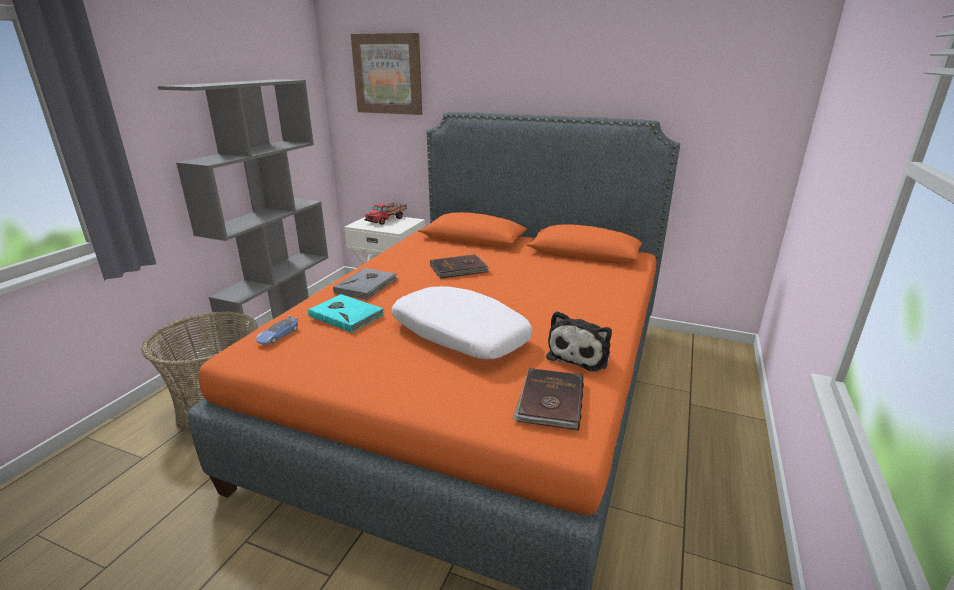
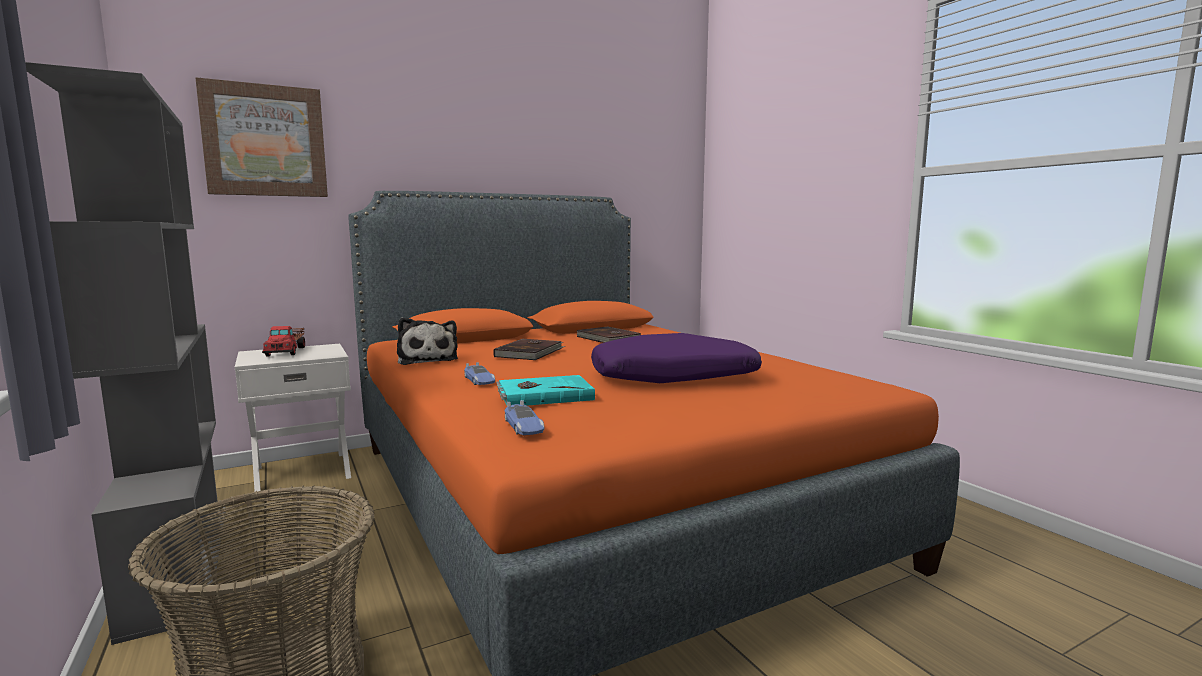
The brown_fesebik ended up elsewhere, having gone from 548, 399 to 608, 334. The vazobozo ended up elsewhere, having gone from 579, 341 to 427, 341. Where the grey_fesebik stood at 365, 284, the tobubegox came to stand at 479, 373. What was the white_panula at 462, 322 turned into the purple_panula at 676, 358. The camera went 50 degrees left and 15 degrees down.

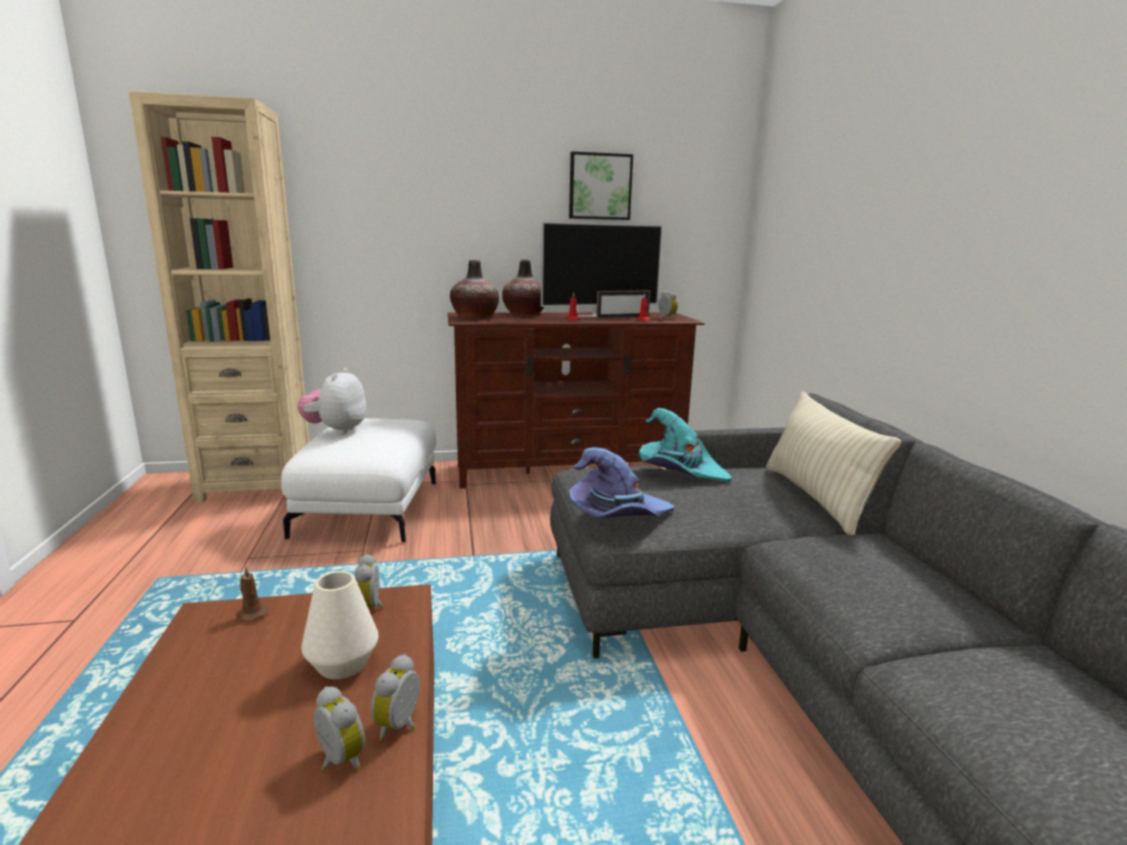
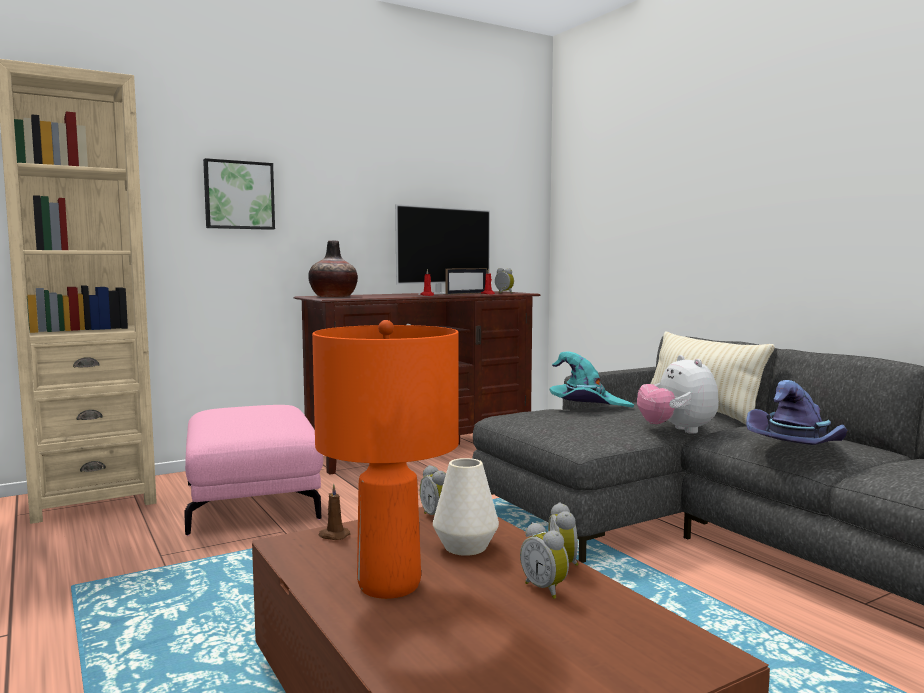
The second view lost the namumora at 523, 288. The second view gained the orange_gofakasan at 385, 459. The vazobozo ended up elsewhere, having gone from 331, 401 to 678, 394. The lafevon ended up elsewhere, having gone from 601, 185 to 239, 194. The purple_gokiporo ended up elsewhere, having gone from 621, 482 to 797, 412. What was the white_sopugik at 359, 480 turned into the pink_sopugik at 253, 470. The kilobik at 339, 728 ended up facing another way, 150 degrees counterclockwise from before. The camera went 20 degrees left and 10 degrees down.

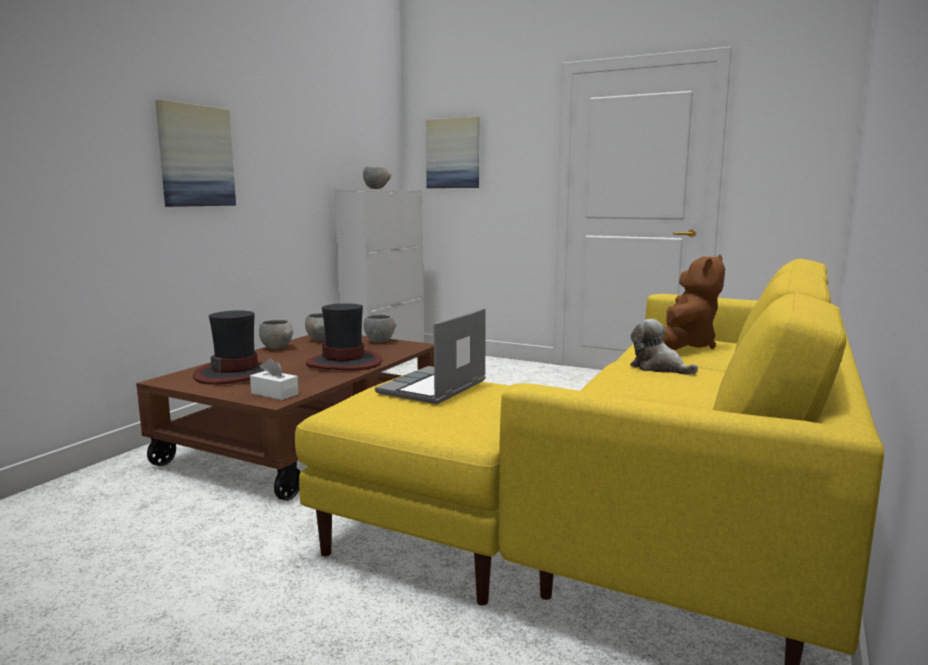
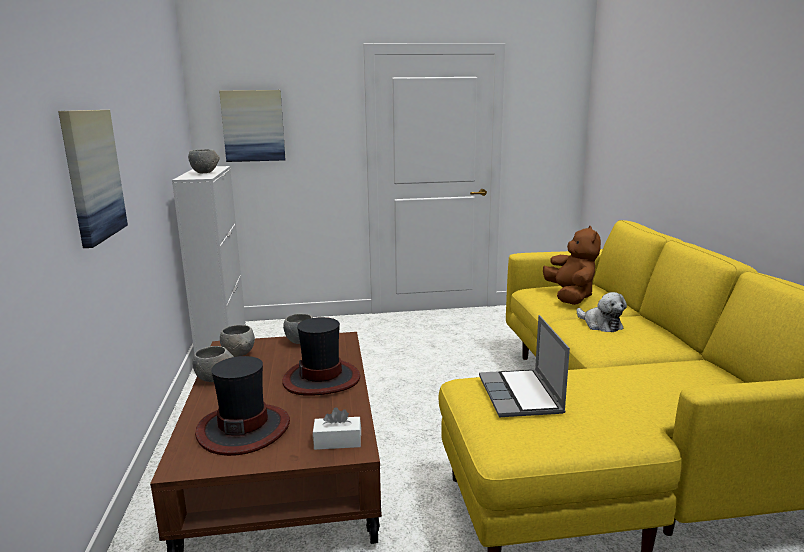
The vazobozo at 664, 347 ended up facing another way, 135 degrees counterclockwise from before. The camera went 35 degrees left and 5 degrees up.

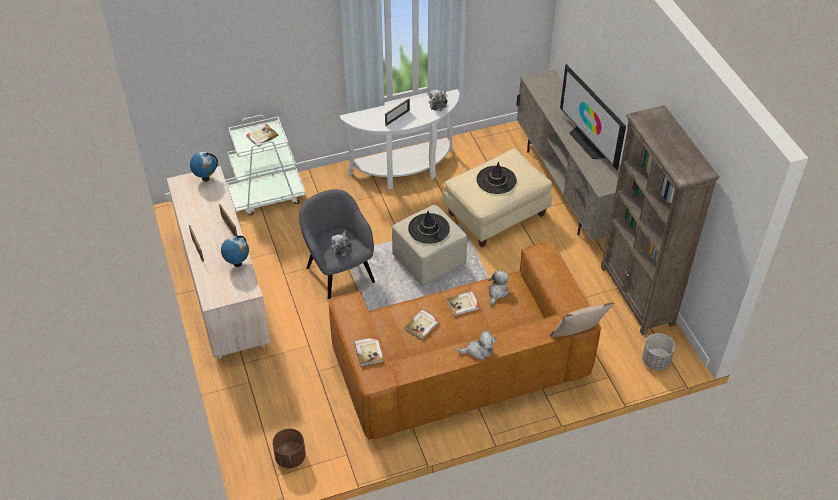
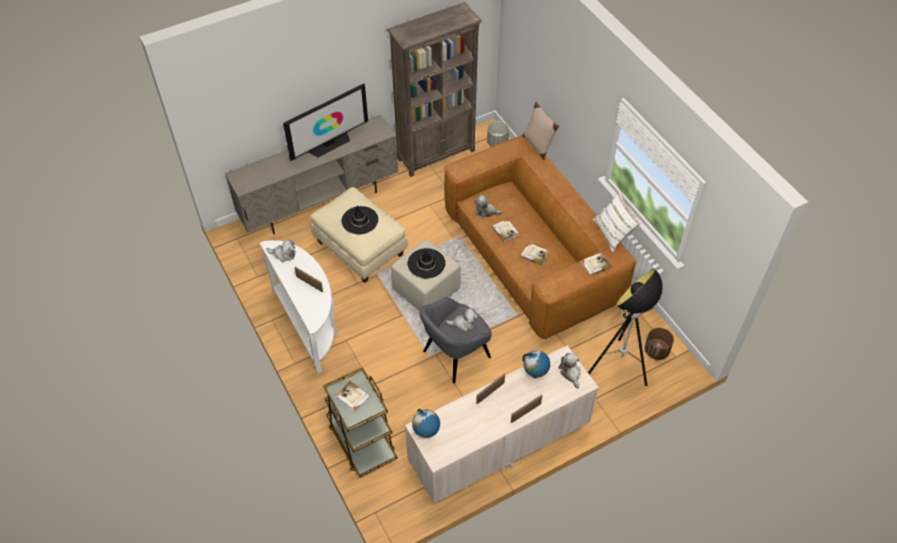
The second view gained the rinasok at 625, 327. The second view gained the white_panula at 617, 221. The vazobozo ended up elsewhere, having gone from 476, 345 to 570, 370. What was the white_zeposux at 266, 165 turned into the brown_zeposux at 360, 422. The camera went 100 degrees left and 5 degrees up.

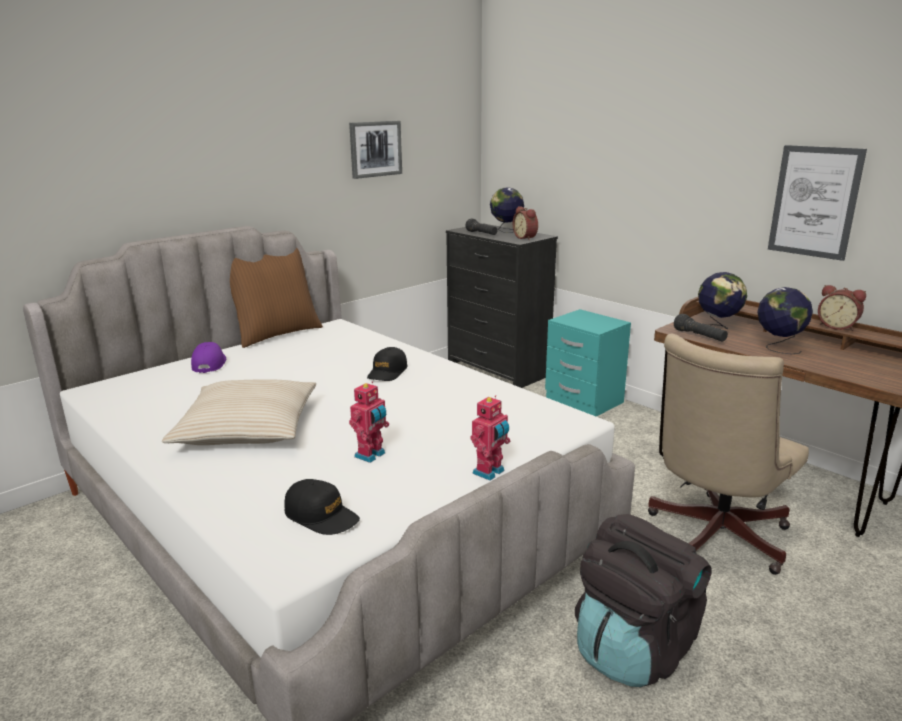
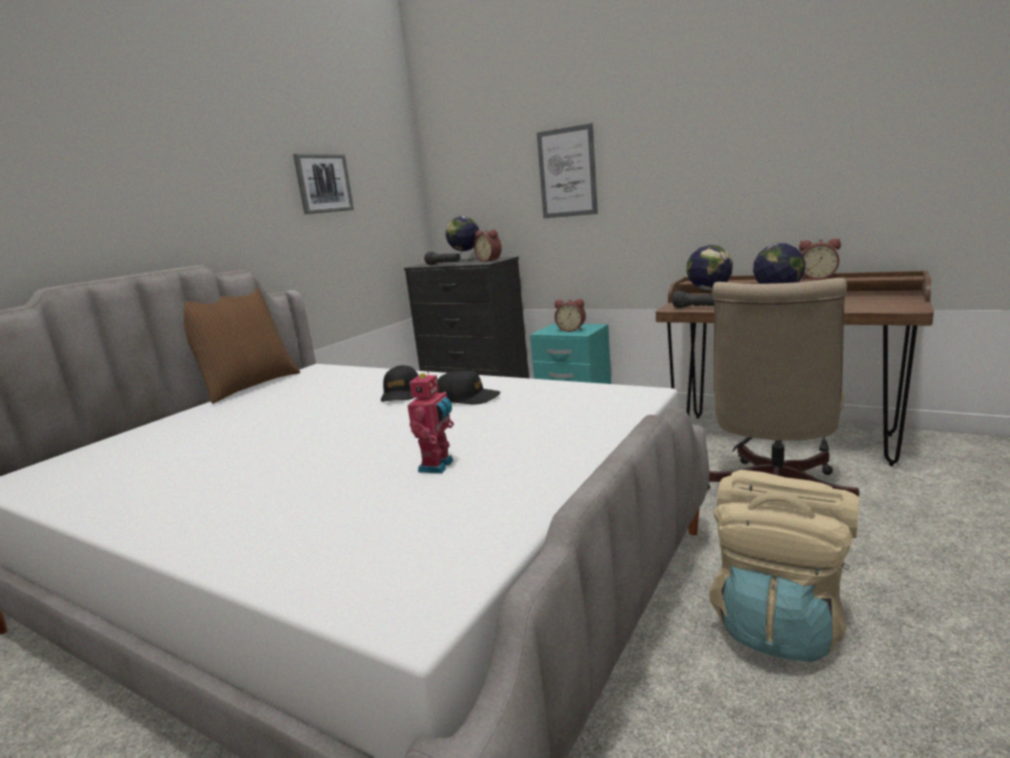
The second view lost the beige_panula at 239, 412. The second view lost the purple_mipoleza at 208, 357. The second view lost the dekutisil at 490, 438. The second view gained the kilobik at 570, 315. The black_mipoleza ended up elsewhere, having gone from 322, 507 to 469, 387. The lafevon ended up elsewhere, having gone from 817, 203 to 567, 170. What was the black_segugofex at 643, 600 turned into the beige_segugofex at 784, 566. The camera went 15 degrees left and 5 degrees down.

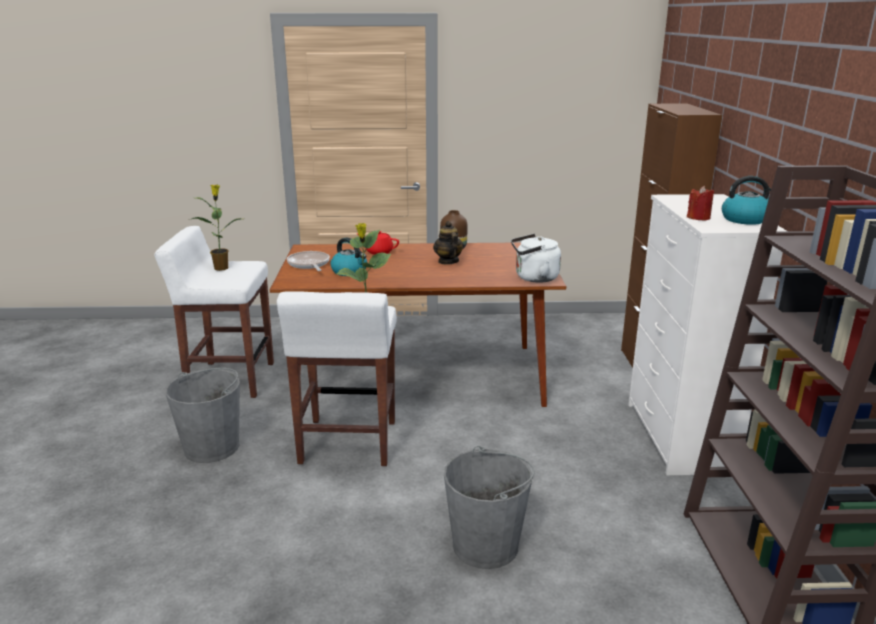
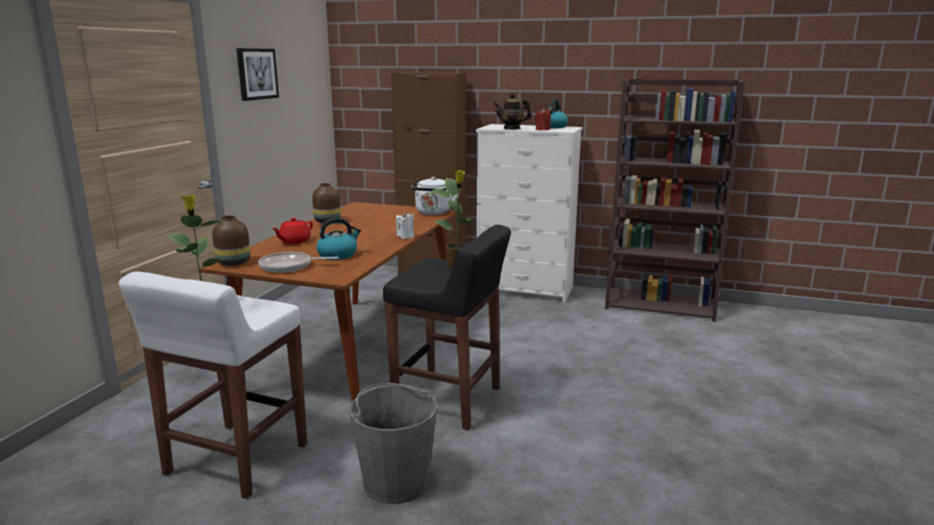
The second view lost the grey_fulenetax at 489, 507. The second view gained the brown_namumora at 231, 240. The second view gained the lafevon at 257, 74. The second view gained the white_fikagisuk at 405, 225. The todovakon ended up elsewhere, having gone from 448, 243 to 513, 111. What was the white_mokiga at 337, 378 turned into the black_mokiga at 447, 327. The camera went 70 degrees left and 5 degrees down.

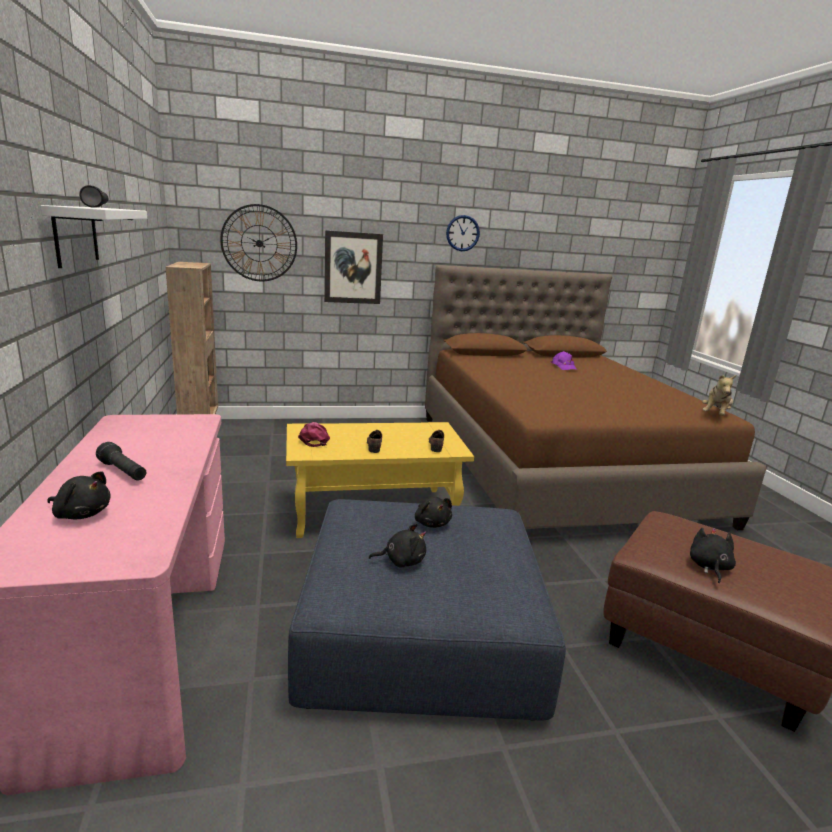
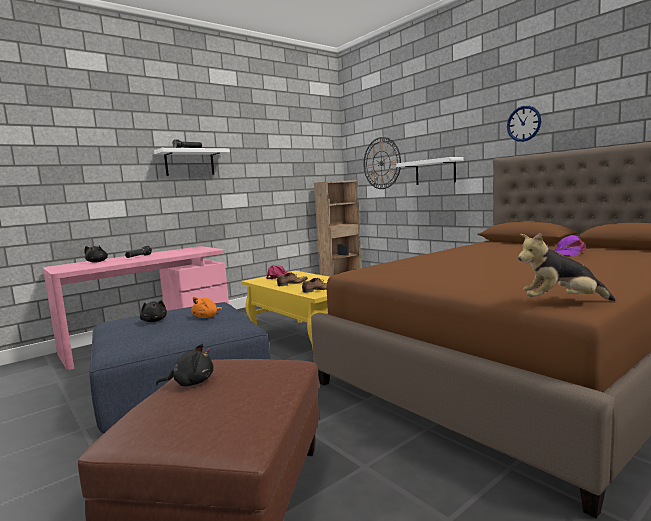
Where the lafevon hung at 353, 267, the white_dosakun came to hang at 430, 171. What was the black_vazobozo at 433, 512 turned into the orange_vazobozo at 207, 307. The camera went 65 degrees right and 10 degrees down.

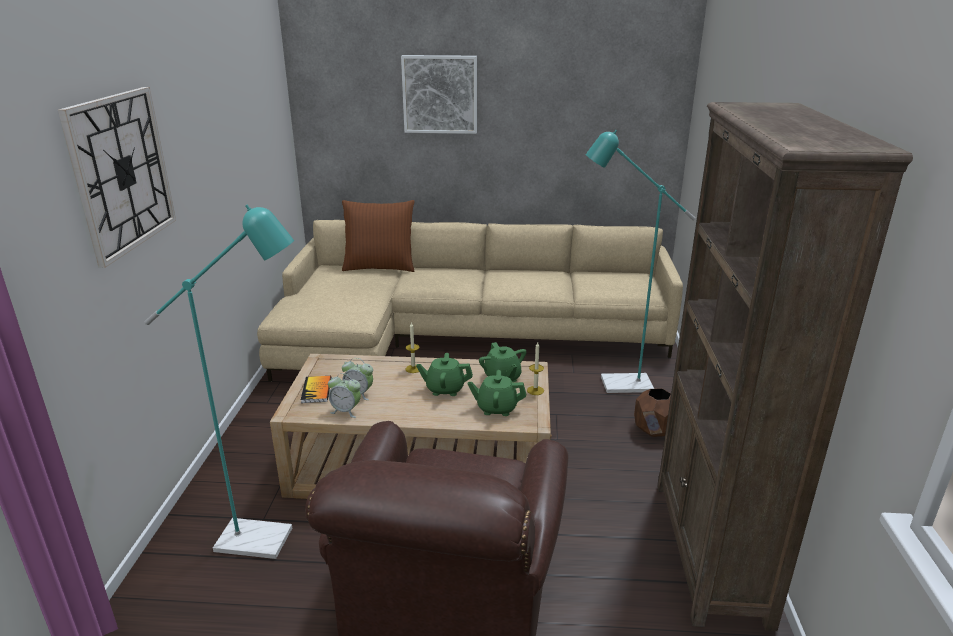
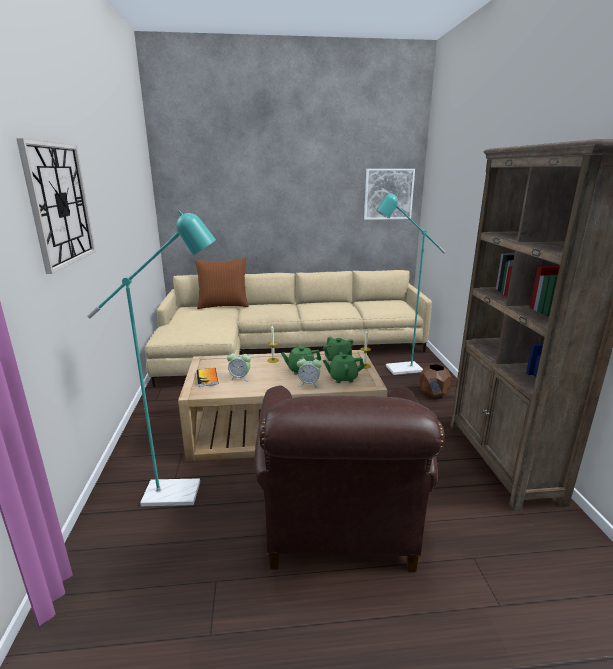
The kilobik ended up elsewhere, having gone from 344, 395 to 309, 371. The lafevon ended up elsewhere, having gone from 439, 94 to 389, 194. The camera went 10 degrees left and 5 degrees down.

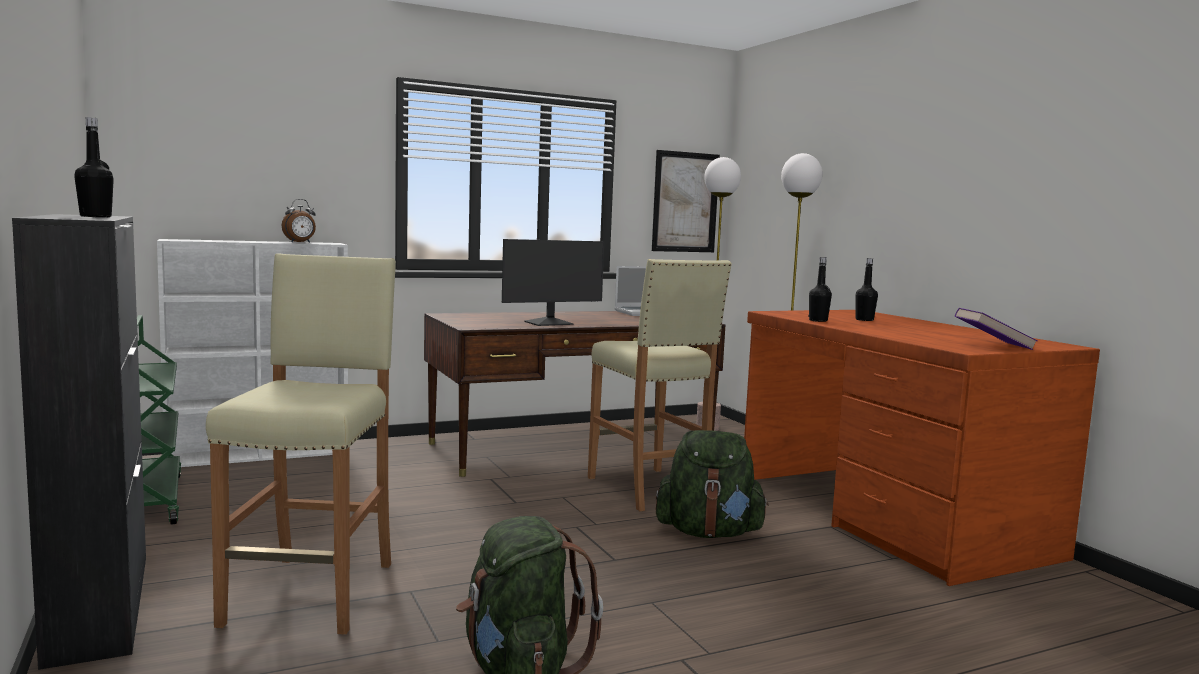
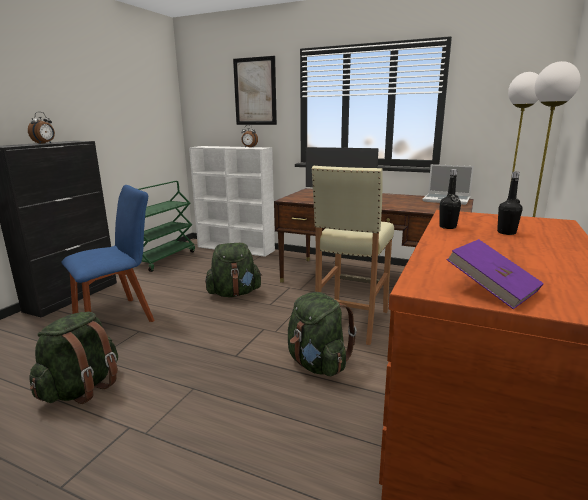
The second view gained the green_segugofex at 233, 270. The lafevon ended up elsewhere, having gone from 686, 201 to 255, 90. Where the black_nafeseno stood at 94, 167, the kilobik came to stand at 41, 128. Where the beige_mokiga stood at 301, 444, the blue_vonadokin came to stand at 107, 253. The camera went 50 degrees right and 10 degrees up.

